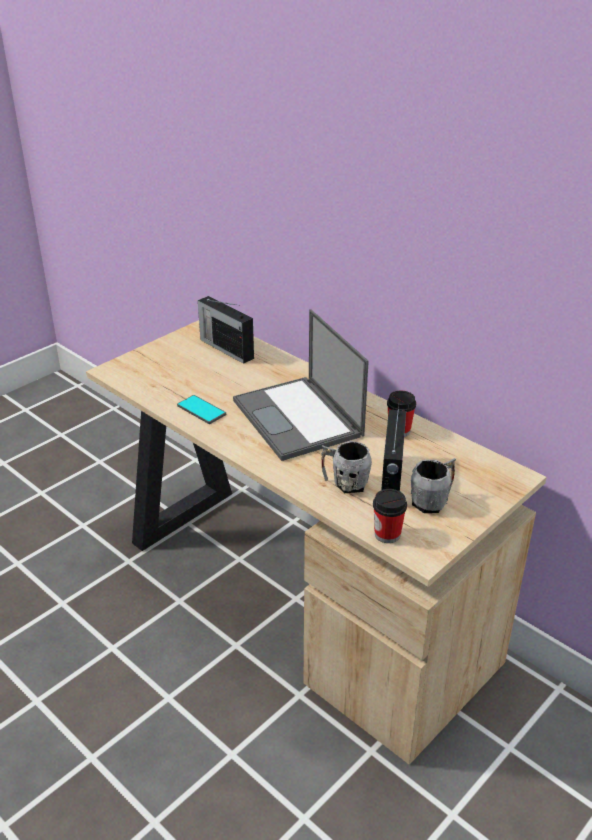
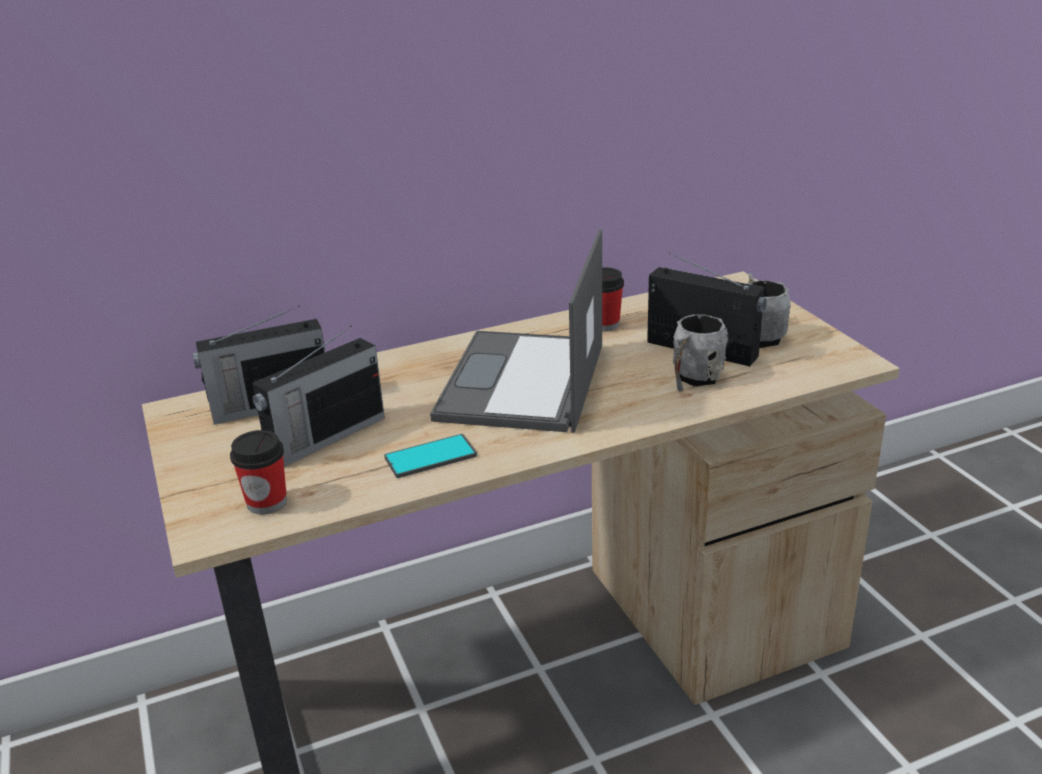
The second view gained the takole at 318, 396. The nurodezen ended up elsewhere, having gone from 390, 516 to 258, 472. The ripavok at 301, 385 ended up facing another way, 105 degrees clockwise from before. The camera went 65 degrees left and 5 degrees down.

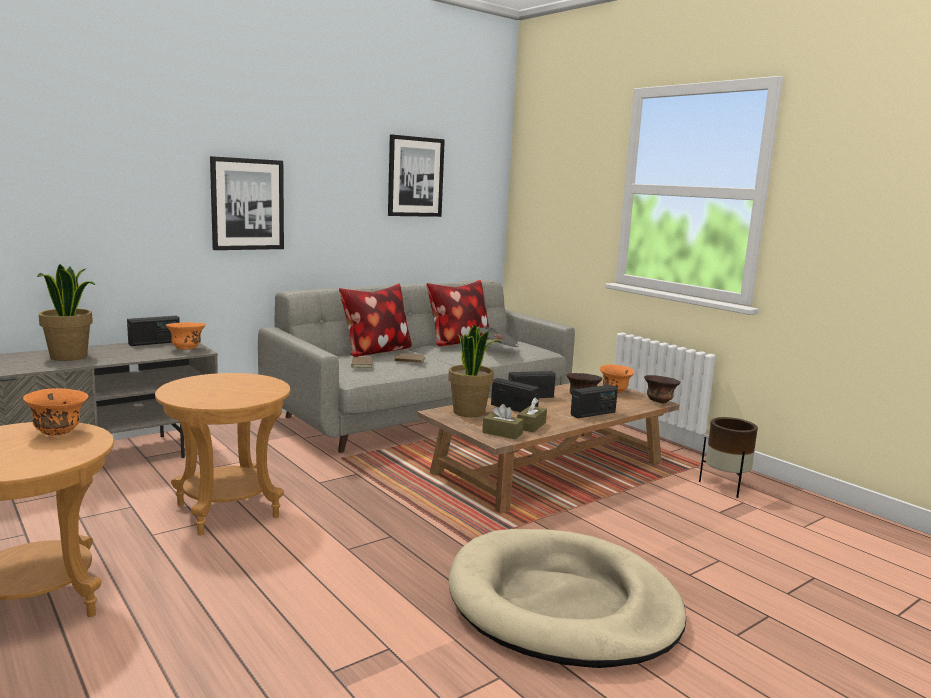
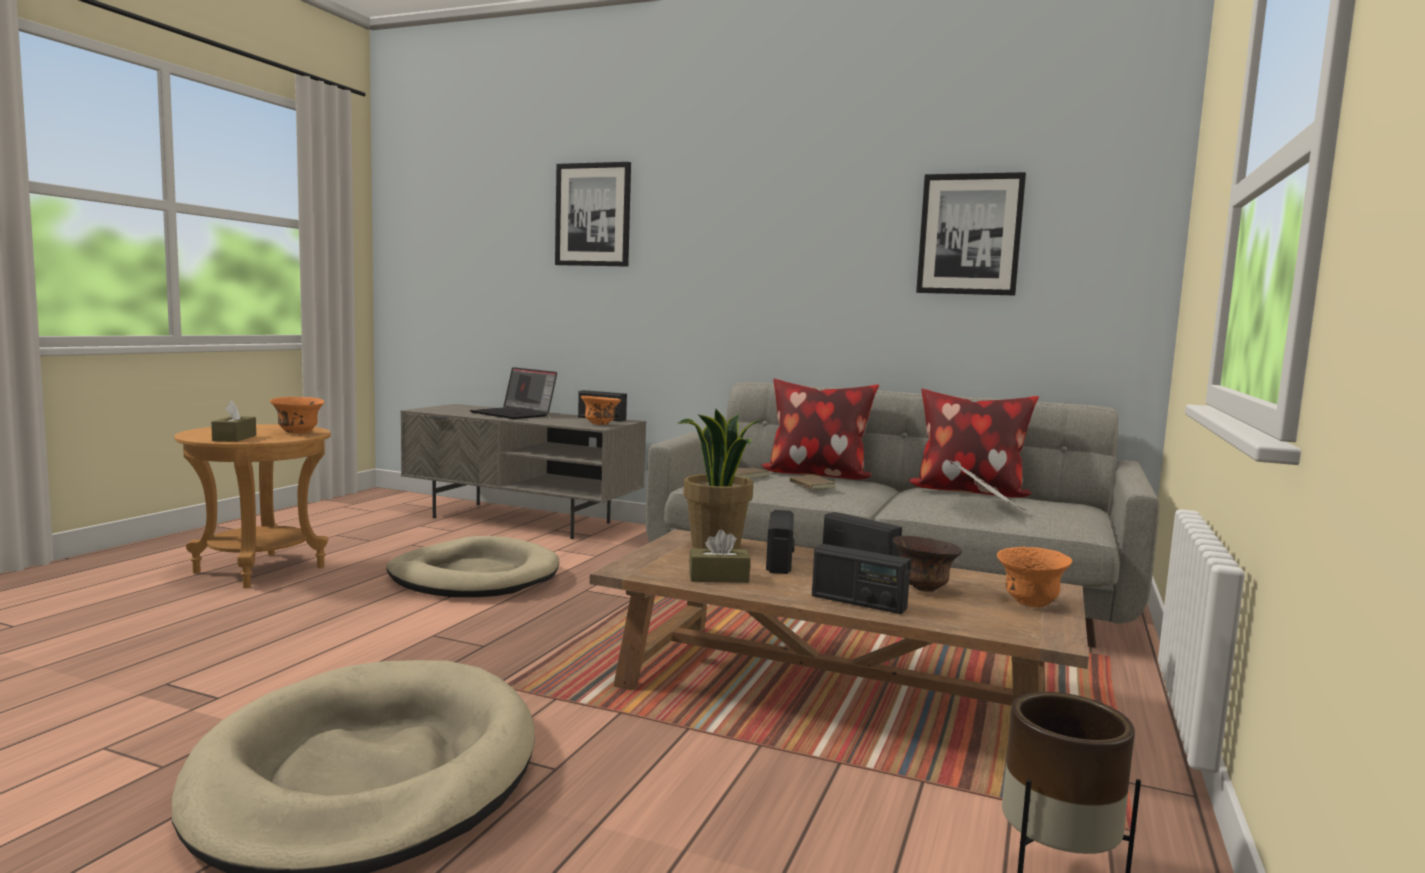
The second view lost the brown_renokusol at 662, 389. The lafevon ended up elsewhere, having gone from 247, 203 to 593, 214. The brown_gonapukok ended up elsewhere, having gone from 503, 421 to 233, 421. Where the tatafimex stood at 66, 312, the ripavok came to stand at 513, 393. Where the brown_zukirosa stood at 222, 454, the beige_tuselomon came to stand at 472, 566. The camera went 60 degrees right and 5 degrees down.

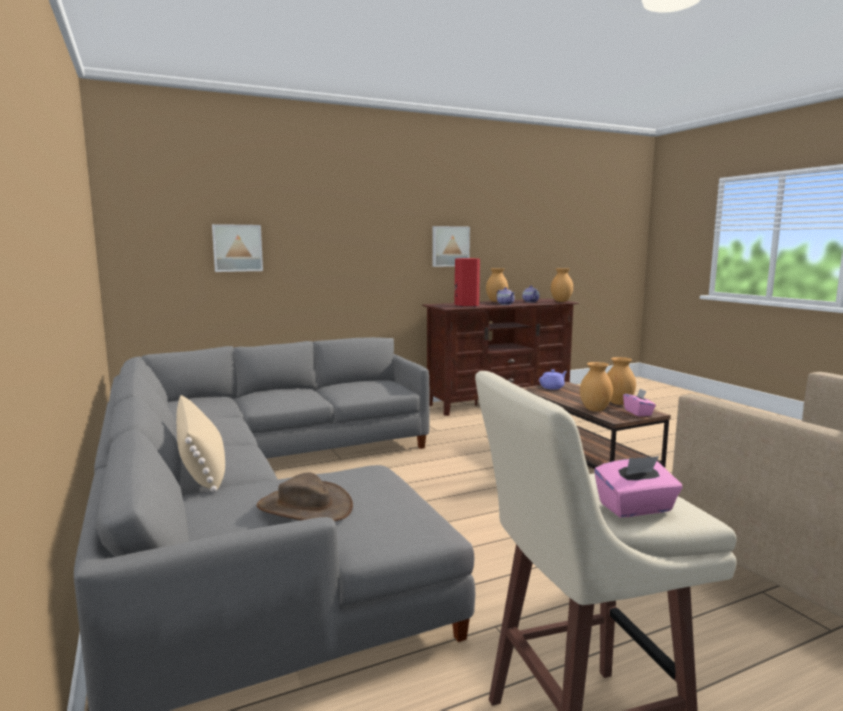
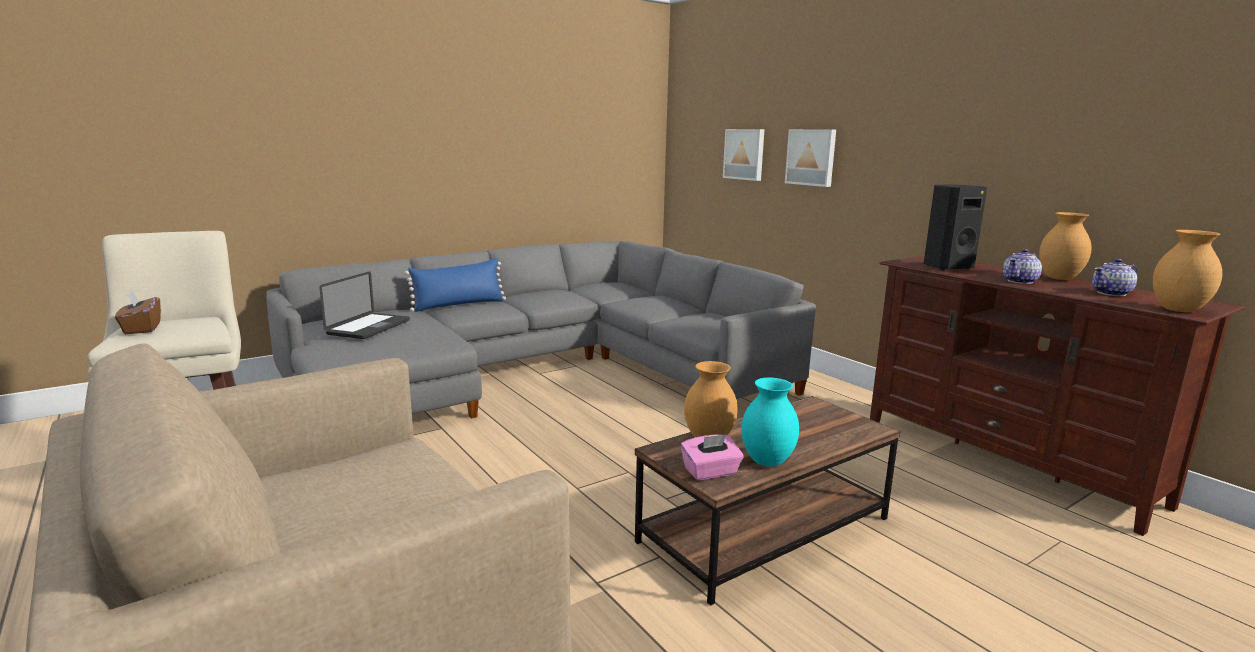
The second view lost the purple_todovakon at 553, 379. The lafevon ended up elsewhere, having gone from 451, 246 to 810, 158. Where the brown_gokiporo stood at 304, 496, the ripavok came to stand at 364, 305. What was the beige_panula at 200, 443 turned into the blue_panula at 455, 285. What was the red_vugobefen at 467, 282 turned into the black_vugobefen at 955, 228. What was the pink_gonapukok at 638, 487 turned into the brown_gonapukok at 138, 312. What was the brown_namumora at 621, 381 turned into the turquoise_namumora at 770, 422. The camera went 80 degrees right and 5 degrees up.

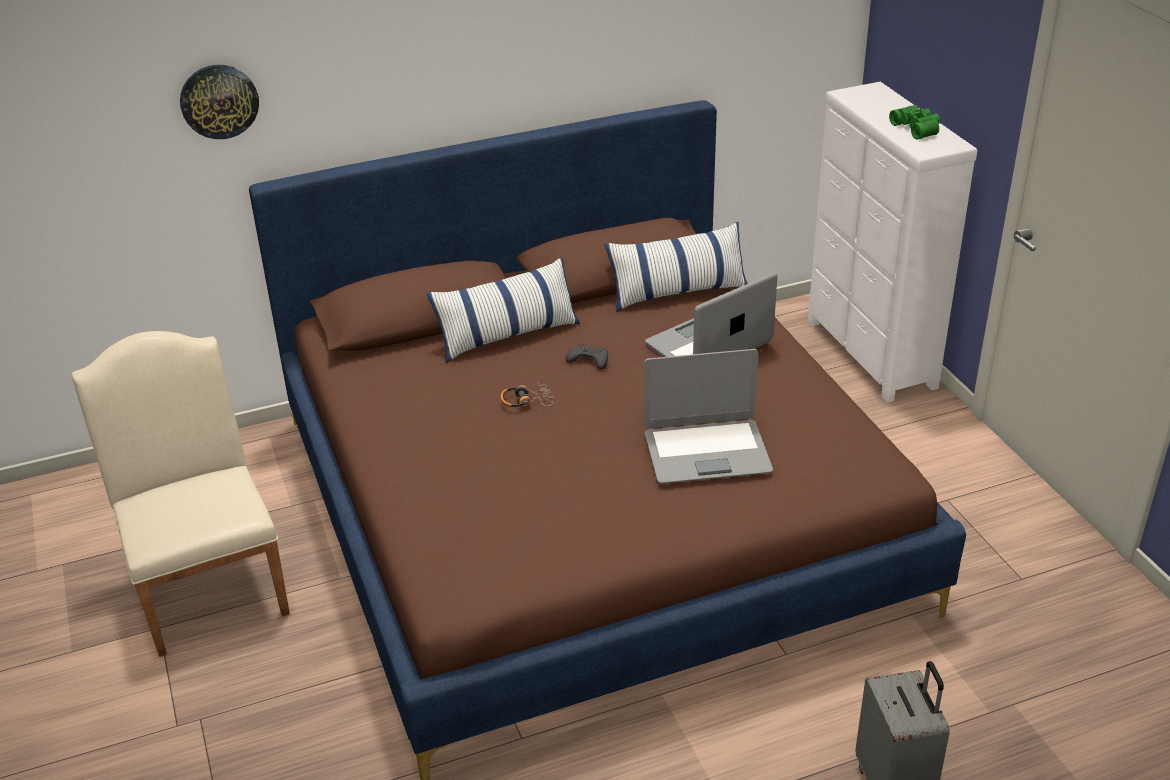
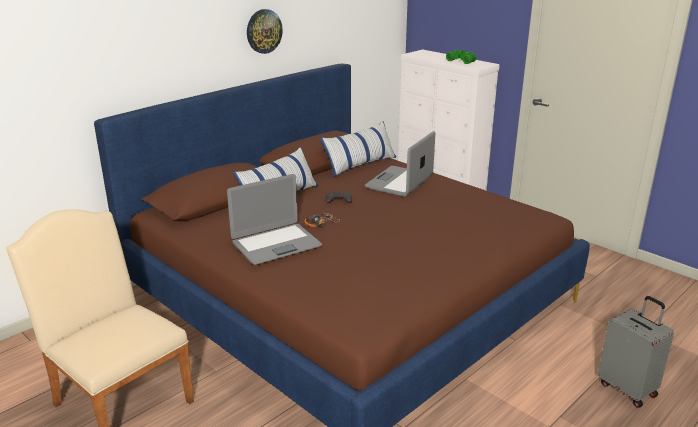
The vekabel ended up elsewhere, having gone from 219, 102 to 265, 31. The ripavok ended up elsewhere, having gone from 708, 416 to 274, 219. The camera went 25 degrees left and 10 degrees down.

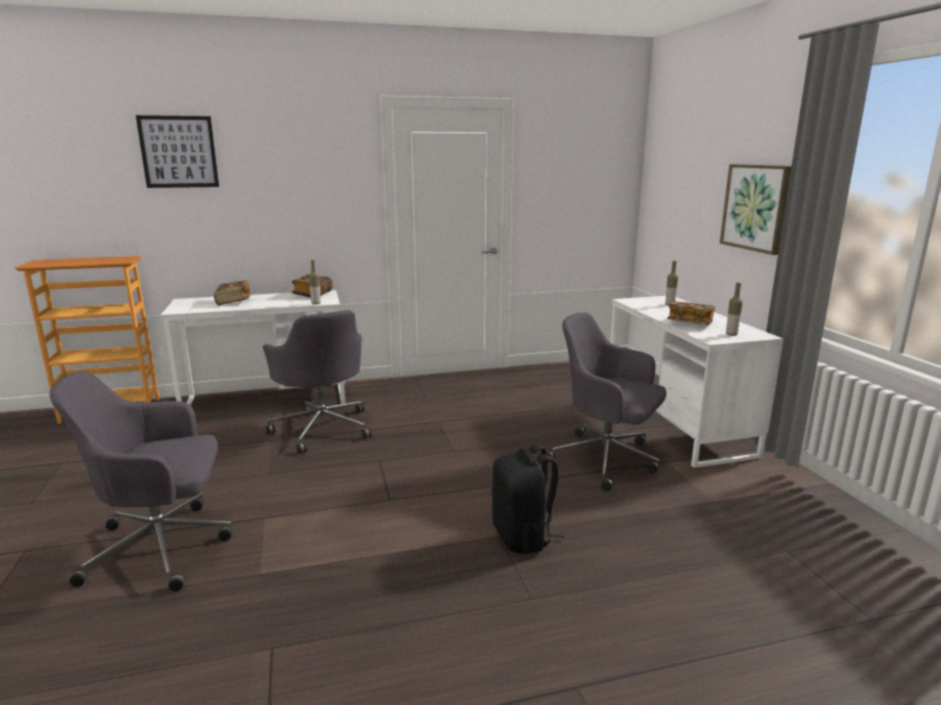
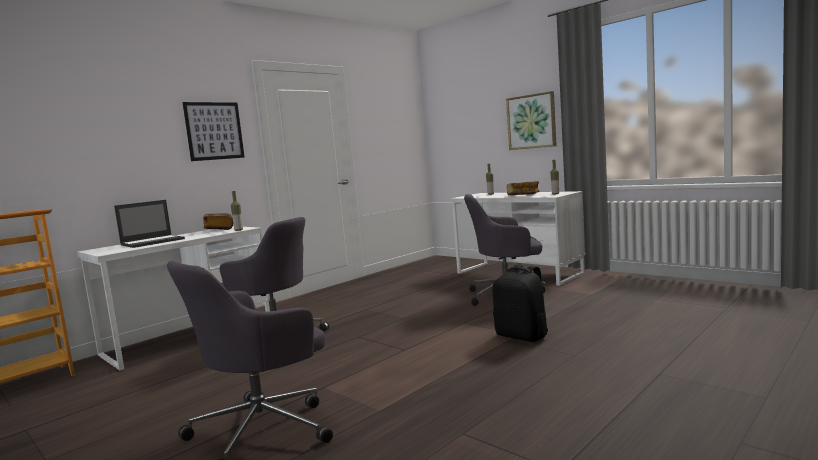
The lafevon ended up elsewhere, having gone from 177, 151 to 214, 131. Where the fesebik stood at 232, 293, the ripavok came to stand at 149, 224. The camera went 30 degrees left and 10 degrees down.

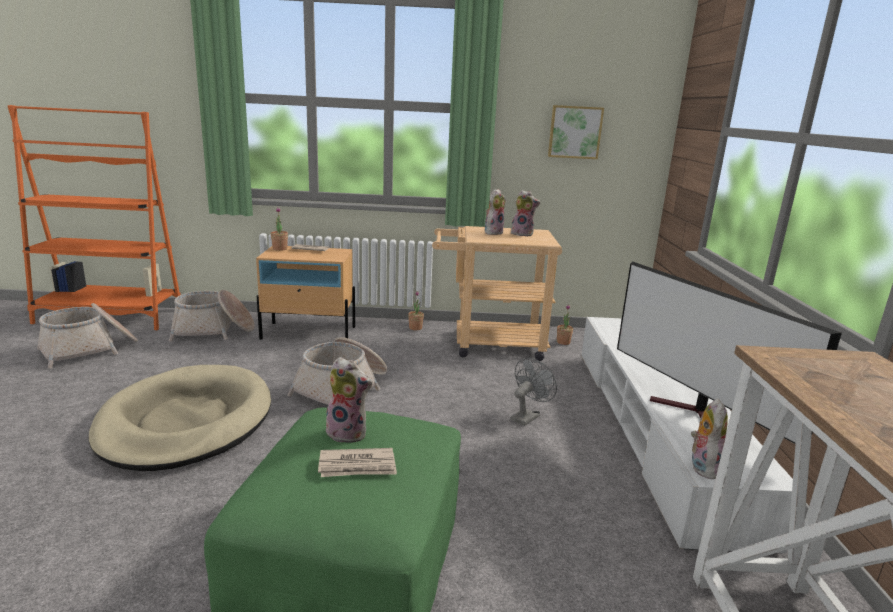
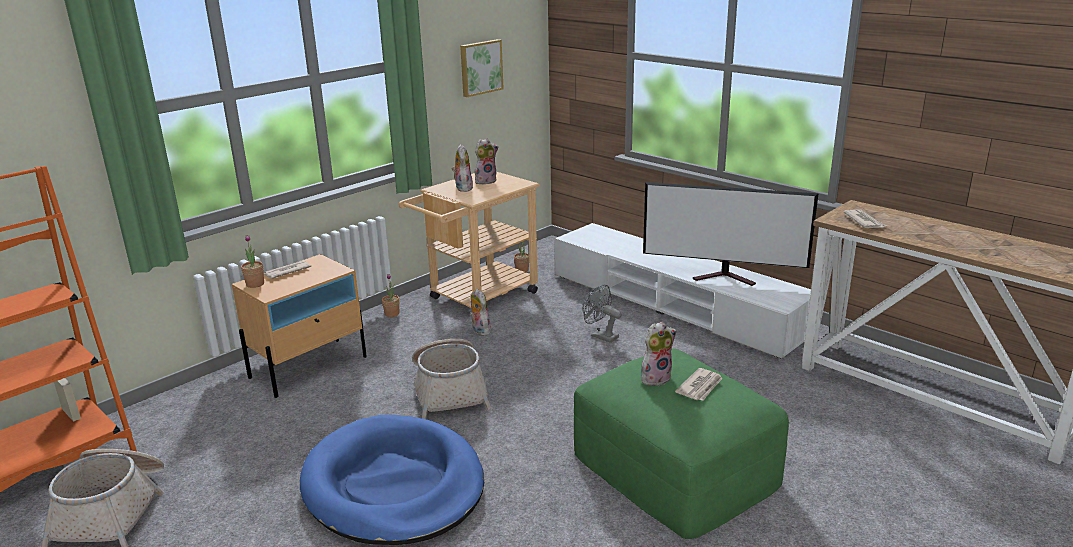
The second view lost the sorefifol at 212, 315. The second view gained the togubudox at 864, 219. The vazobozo ended up elsewhere, having gone from 709, 438 to 481, 312. What was the beige_tuselomon at 179, 418 turned into the blue_tuselomon at 392, 480. The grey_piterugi at 534, 392 ended up facing another way, 45 degrees counterclockwise from before. The camera went 45 degrees left and 5 degrees up.

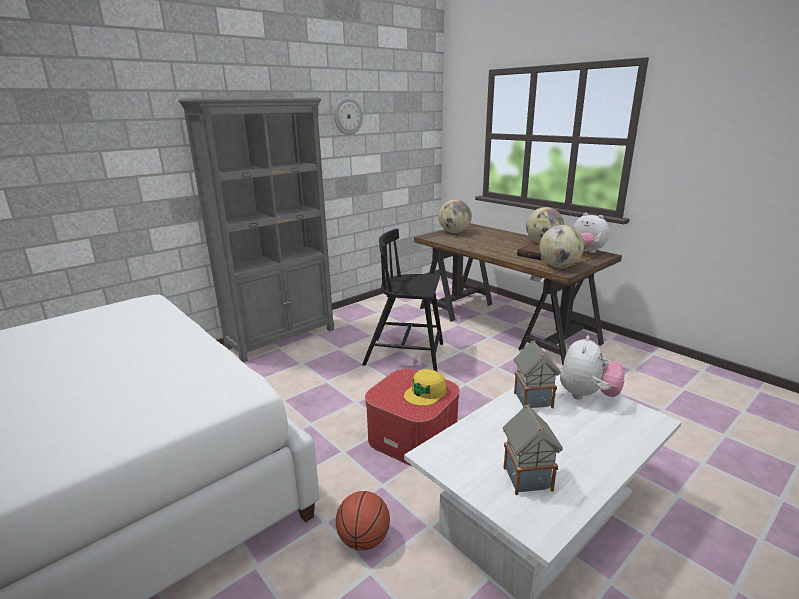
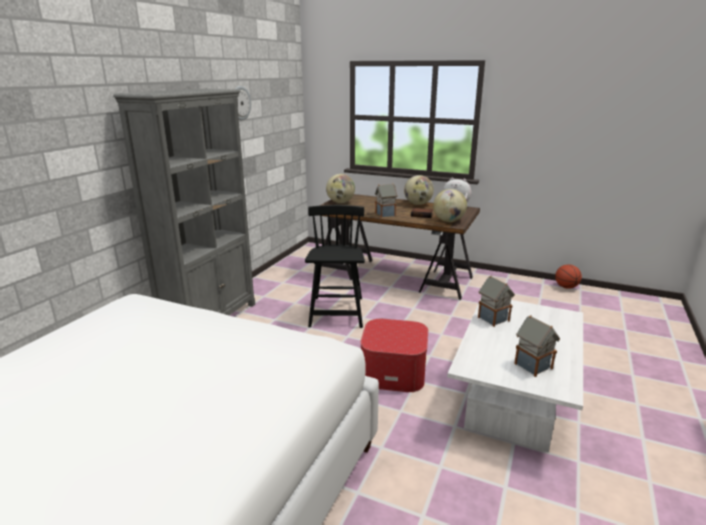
The second view lost the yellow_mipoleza at 425, 387. The second view lost the vazobozo at 592, 367. The second view gained the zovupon at 386, 200. The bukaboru ended up elsewhere, having gone from 363, 521 to 568, 276. The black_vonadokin at 402, 300 ended up facing another way, 105 degrees clockwise from before. The camera went 25 degrees left and 0 degrees up.

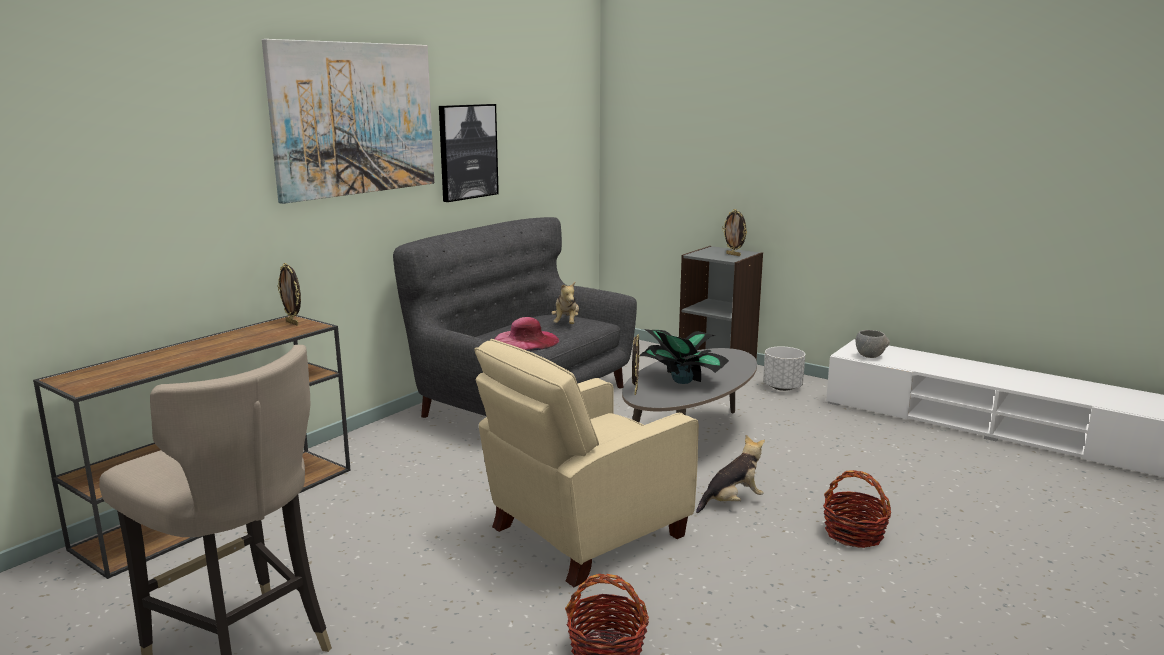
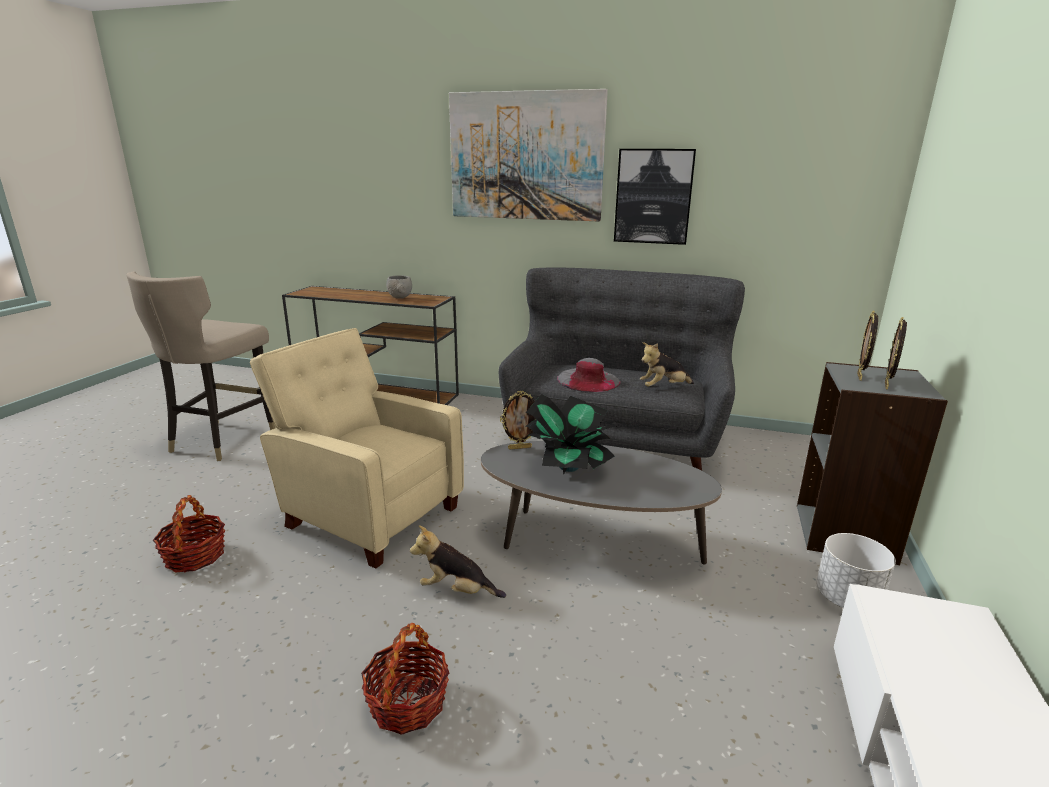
The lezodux ended up elsewhere, having gone from 289, 294 to 867, 346. The grey_renokusol ended up elsewhere, having gone from 873, 344 to 399, 287. What was the pink_gokiporo at 526, 334 turned into the grey_gokiporo at 588, 375. The vazobozo at 730, 474 ended up facing another way, 150 degrees clockwise from before. The camera went 70 degrees right and 5 degrees up.

